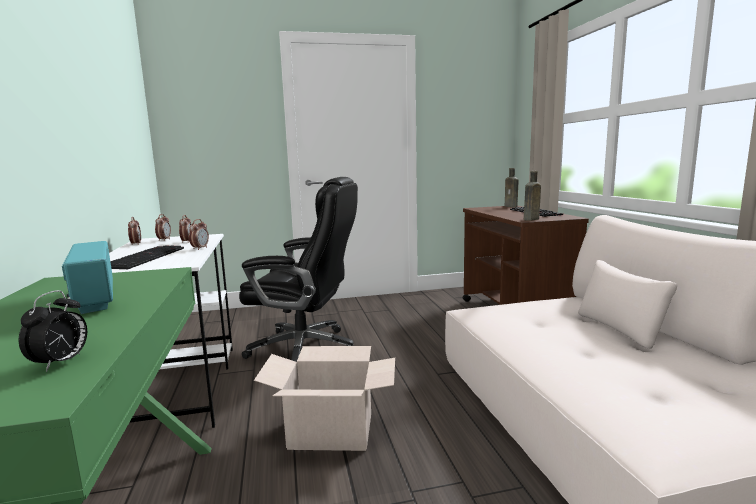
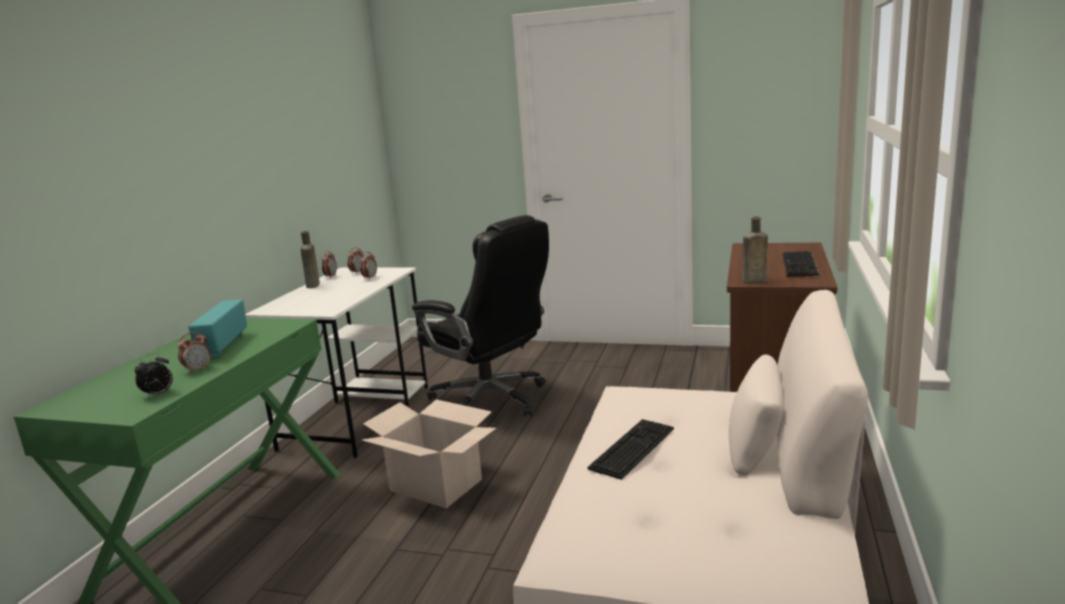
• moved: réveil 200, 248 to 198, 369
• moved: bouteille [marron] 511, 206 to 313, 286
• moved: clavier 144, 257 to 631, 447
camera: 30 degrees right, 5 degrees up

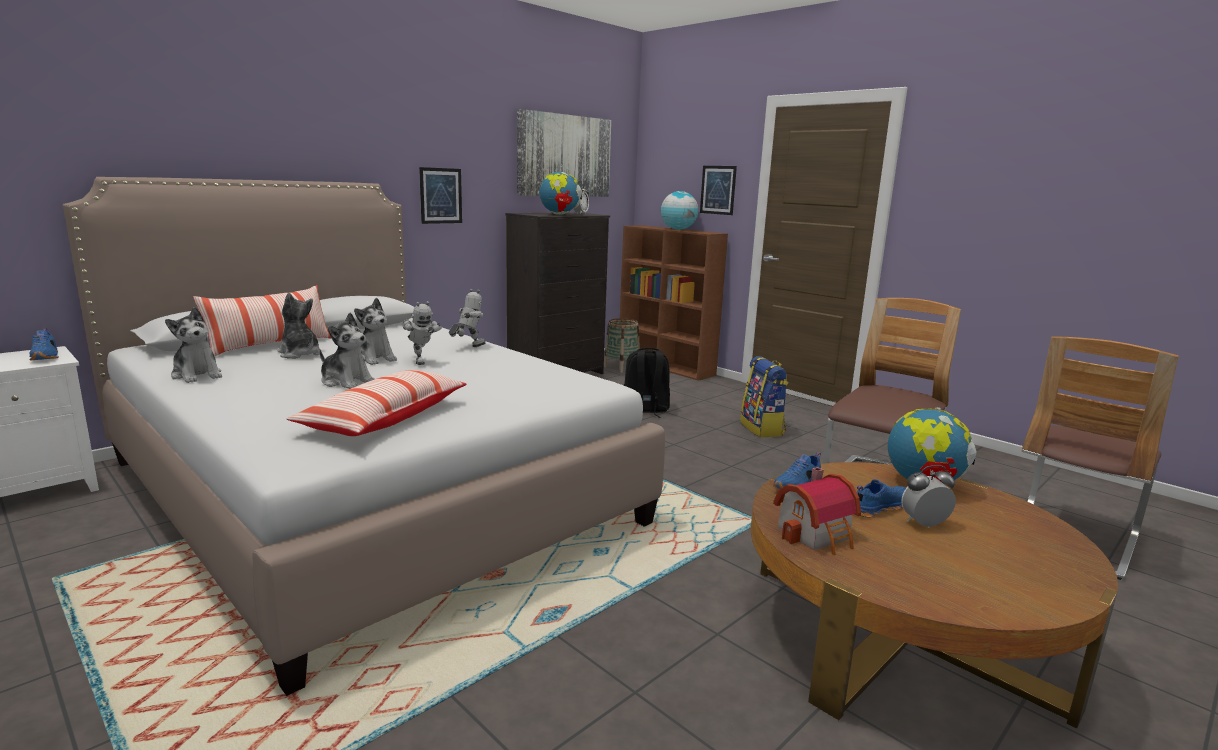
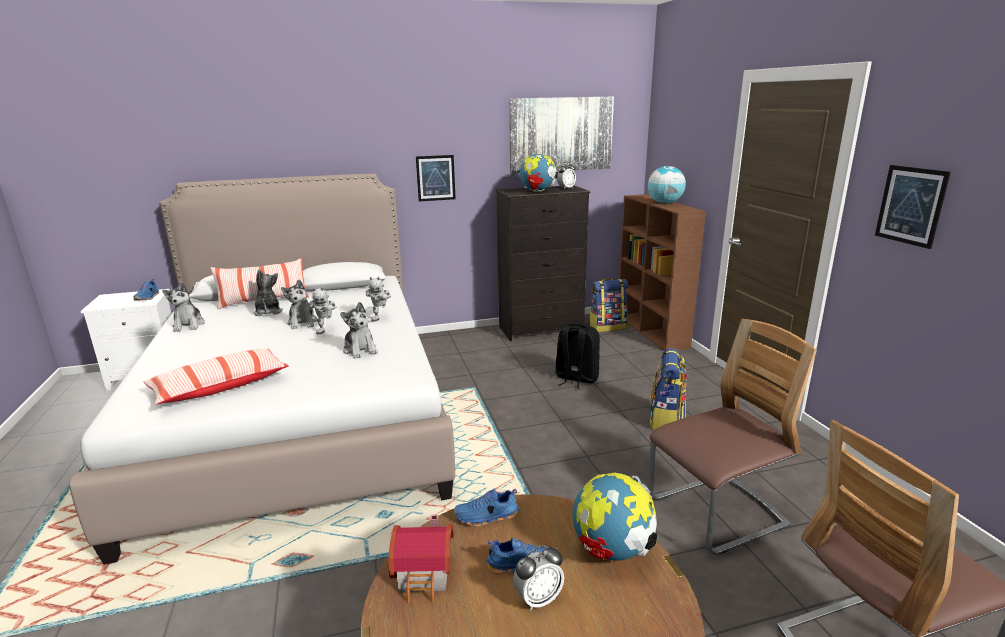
• moved: peluche 346, 381 to 360, 350
• turned: robot jouet 468, 347 = 380, 318 120 degrees clockwise
• turned: réveil 924, 524 = 538, 599 135 degrees clockwise
• replaced: panier 621, 367 to sac à dos 607, 327
• moved: tableau 718, 190 to 910, 205
camera: 30 degrees right, 5 degrees up

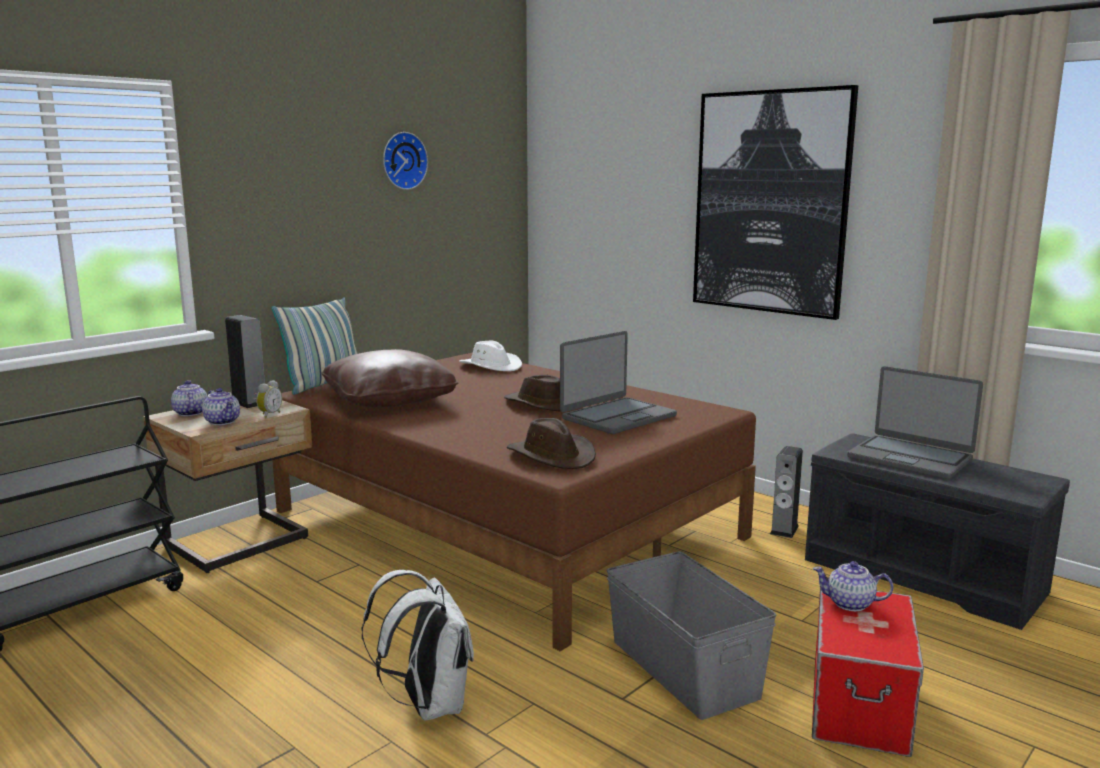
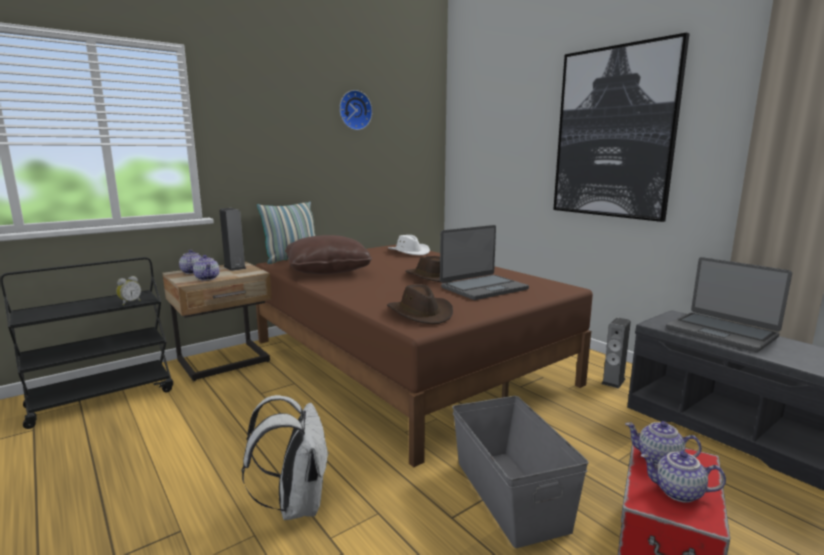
• moved: réveil 269, 415 to 130, 302
• added: théière 678, 492
camera: 10 degrees right, 0 degrees up

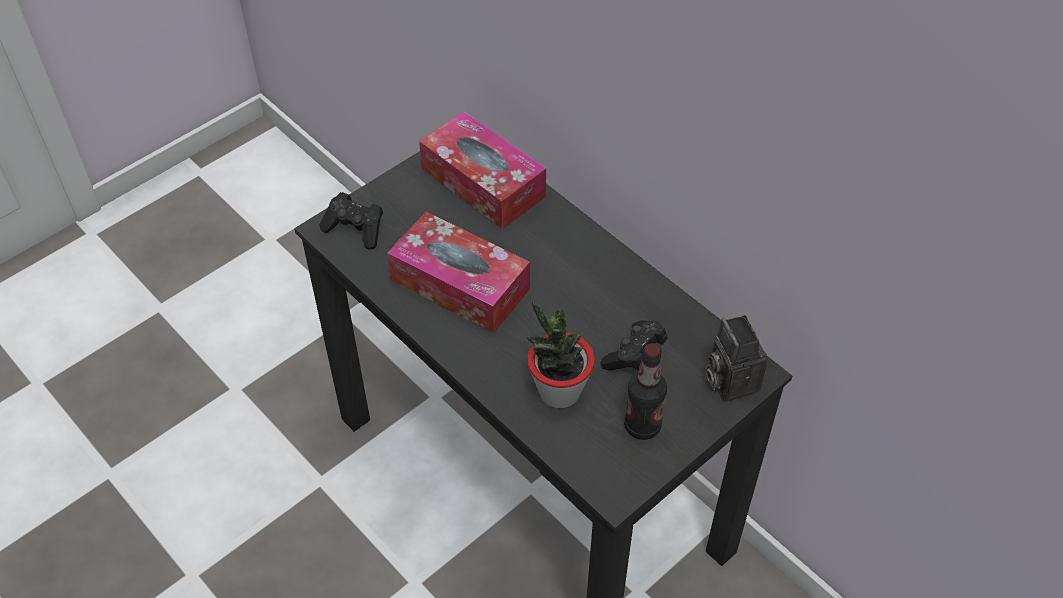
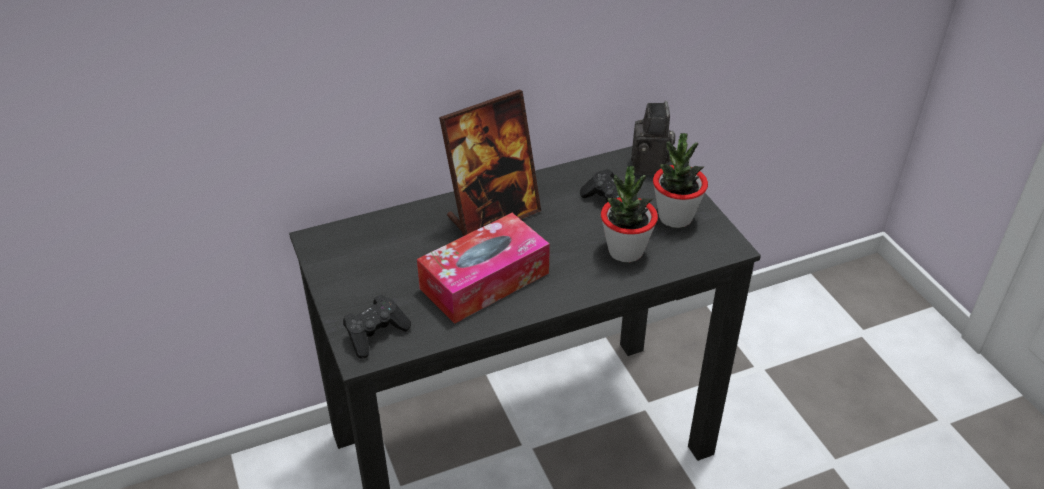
• added: cadre photo 493, 215
• turned: appareil photo 729, 380 = 651, 167 90 degrees counterclockwise
• replaced: bouteille 642, 426 to plante en pot 675, 217
• removed: boîte à mouchoirs 483, 183
camera: 70 degrees left, 10 degrees down

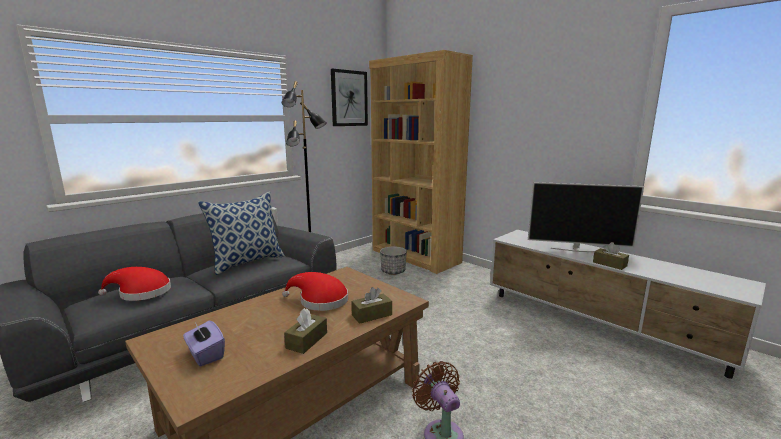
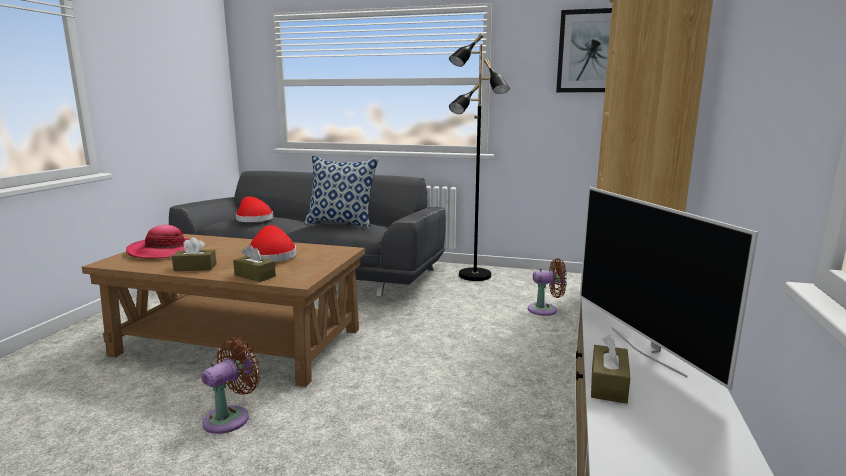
• replaced: boîte à mouchoirs [violet] 205, 355 to chapeau 164, 251
• replaced: cache-pot 393, 271 to ventilateur [marron] 546, 310
camera: 60 degrees right, 0 degrees up

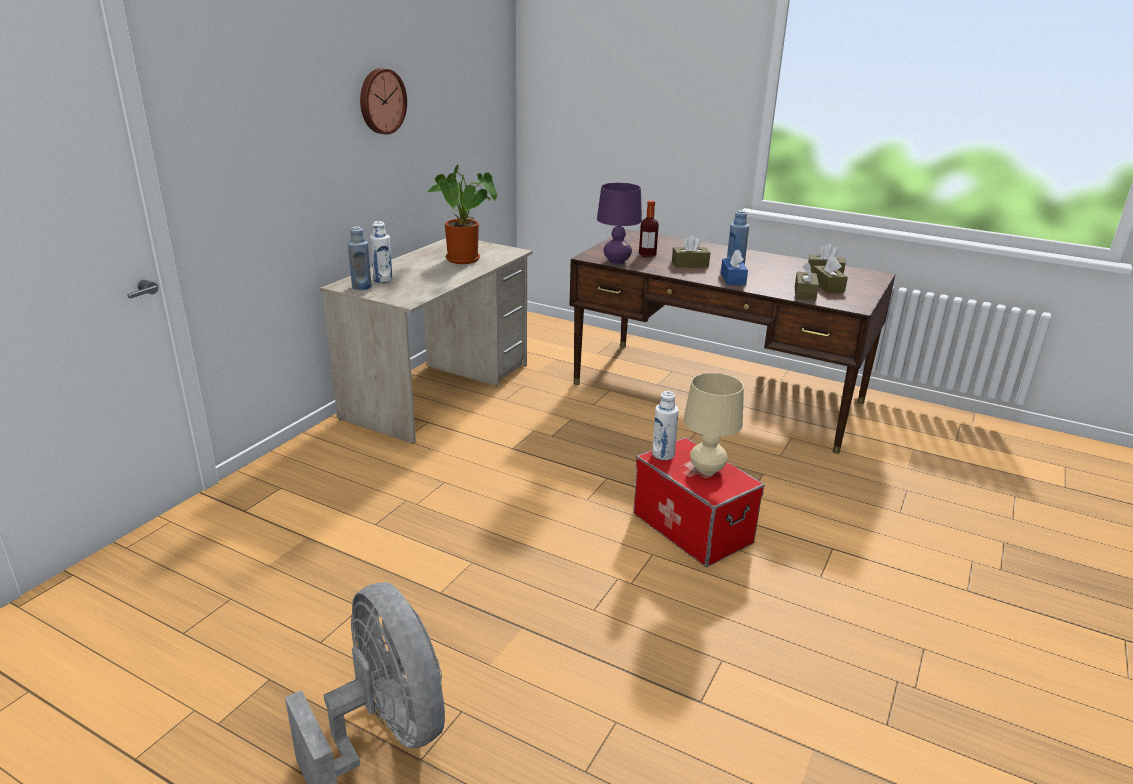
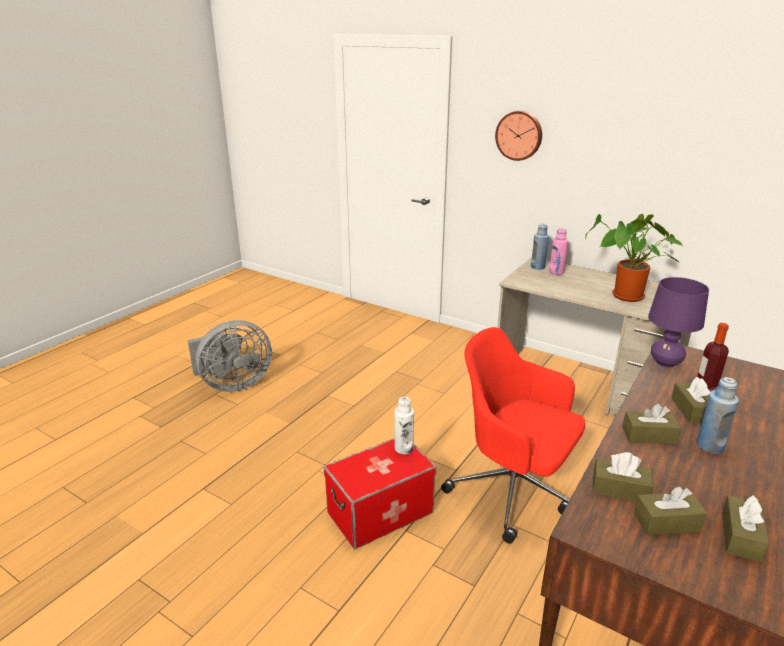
• added: chaise de bureau [rouge] 513, 491
• moved: horloge murale 381, 101 to 519, 135
• recoloured: bouteille [blanc] 383, 280 to bouteille [rose] 556, 272
• recoloured: boîte à mouchoirs [bleu] 733, 279 to boîte à mouchoirs [marron] 649, 435
• removed: lampe de table [beige] 707, 469
camera: 95 degrees right, 0 degrees up

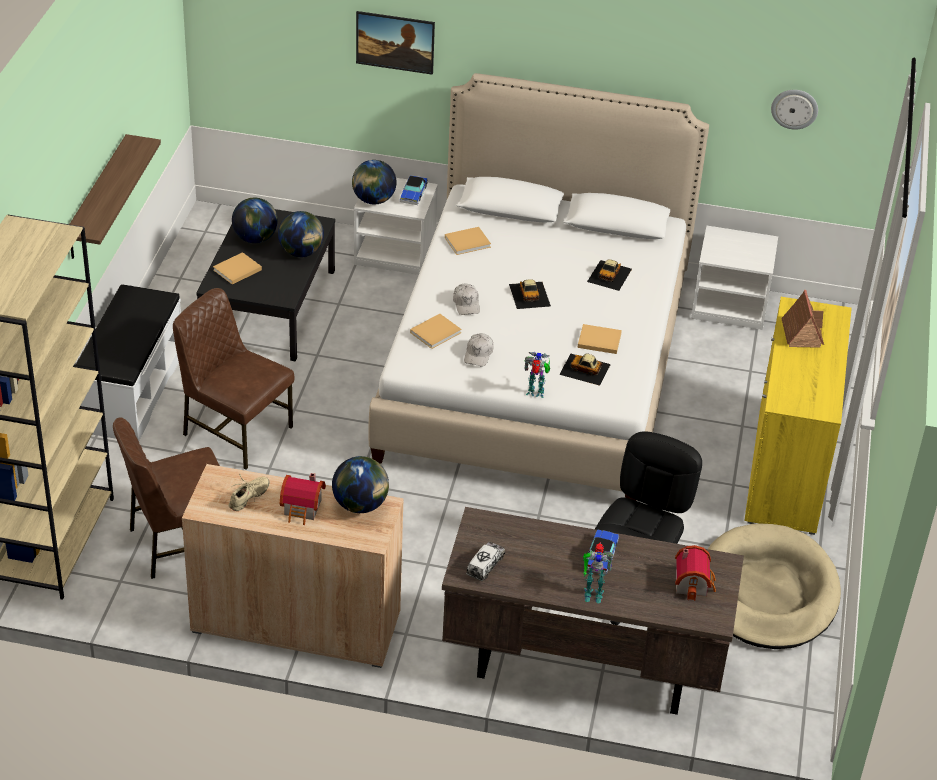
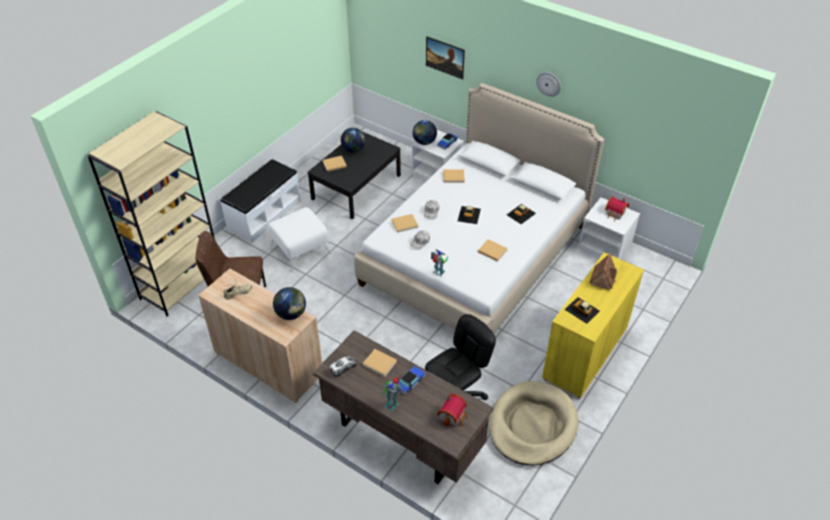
• replaced: chaise [marron] 235, 431 to pouf [blanc] 301, 249
• added: livre [beige] 380, 363
• moved: horloge murale 794, 108 to 549, 83
• moved: petite voiture 585, 369 to 582, 310
• moved: maison miniature 303, 509 to 615, 214
• removed: étagère 96, 198
• removed: globe 301, 252
camera: 25 degrees right, 5 degrees up

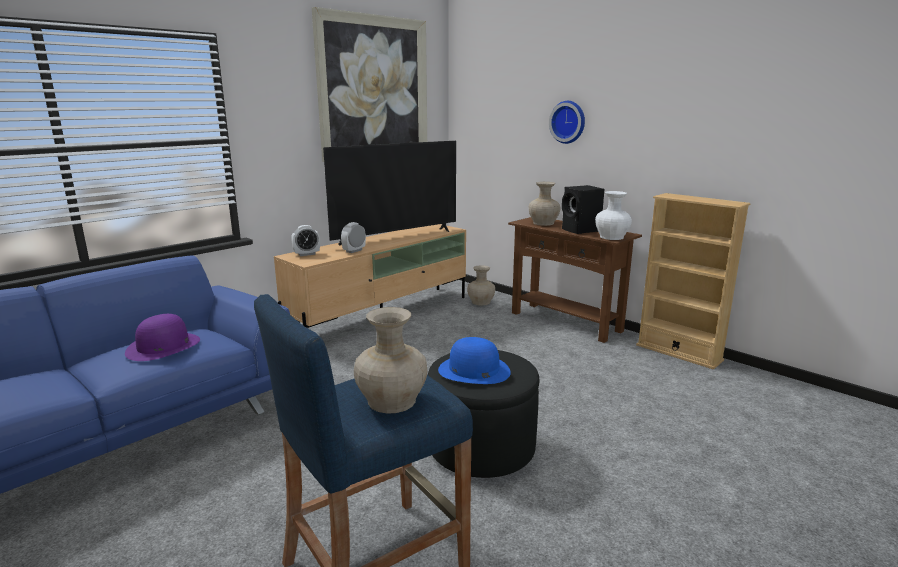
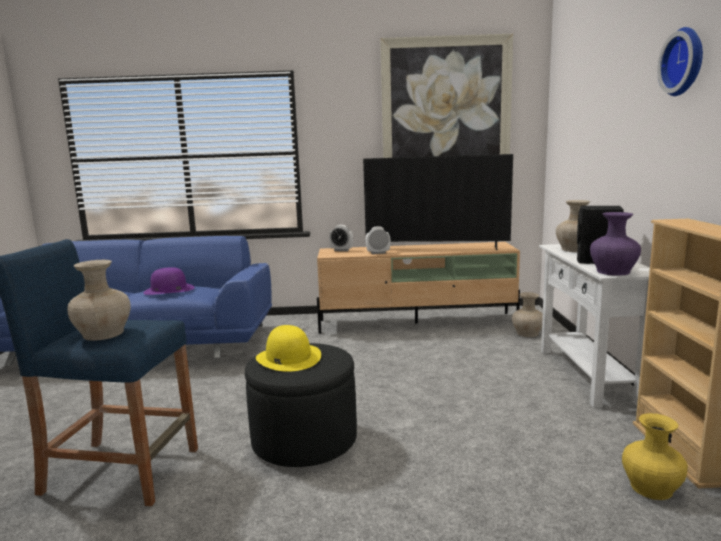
• recoloured: chapeau [bleu] 473, 370 to chapeau [jaune] 288, 358
• recoloured: table console [marron] 565, 322 to table console [blanc] 587, 375
• recoloured: vase [blanc] 612, 237 to vase [violet] 614, 272
• added: vase [jaune] 652, 488
• moved: horloge murale 568, 122 to 685, 62
camera: 45 degrees right, 5 degrees down

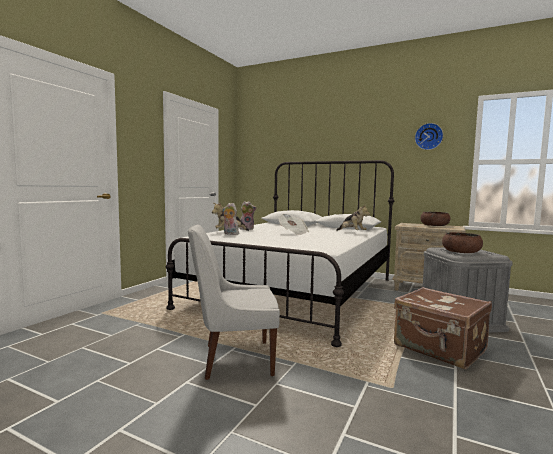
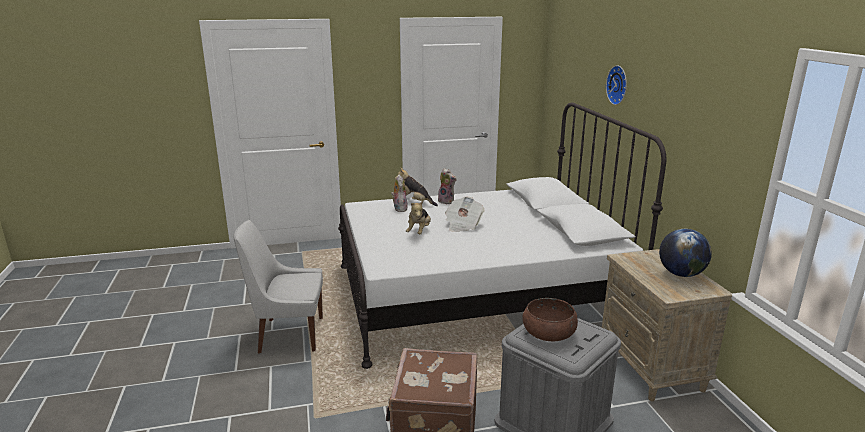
• turned: chaise [blanc] 234, 359 = 288, 335 45 degrees counterclockwise
• moved: peluche 352, 232 to 419, 232
• moved: horloge murale 428, 136 to 619, 85
• replaced: bol [marron] 434, 225 to globe 681, 274
camera: 50 degrees right, 15 degrees up

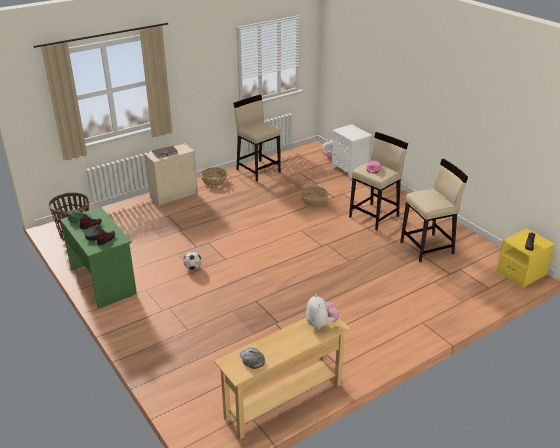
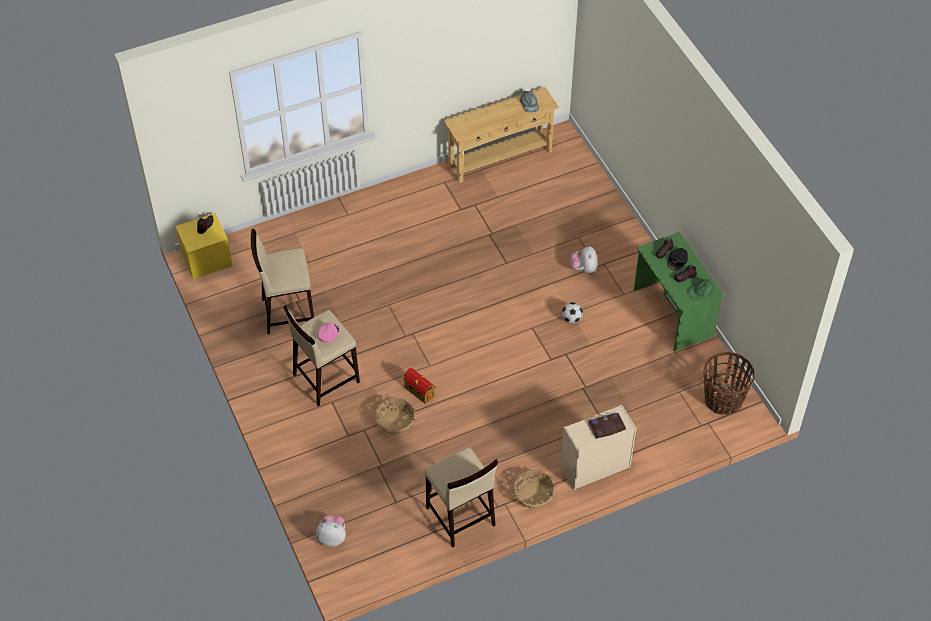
• added: maison miniature 419, 391
• moved: peluche 321, 324 to 583, 268
• removed: table de chevet [blanc] 350, 170
camera: 170 degrees left, 20 degrees up

